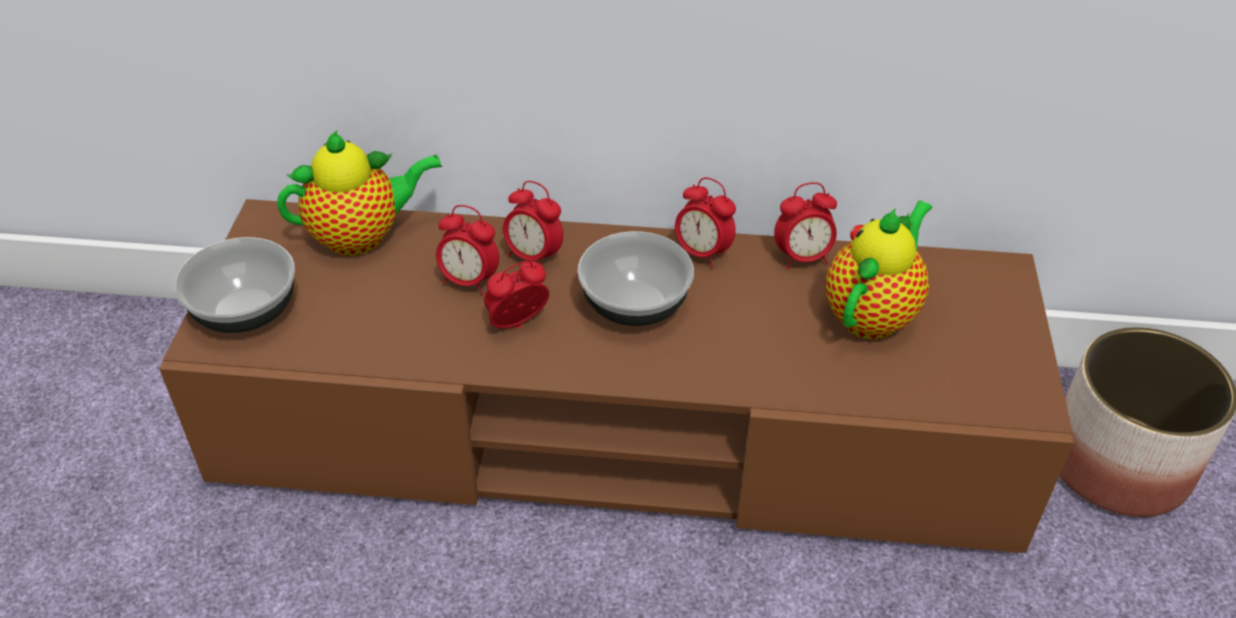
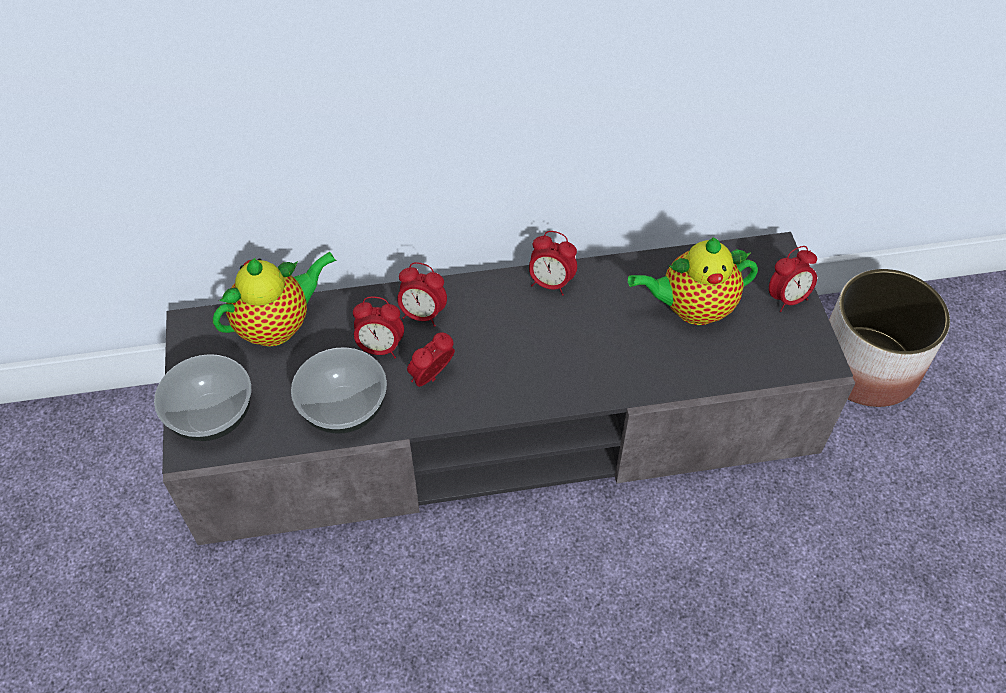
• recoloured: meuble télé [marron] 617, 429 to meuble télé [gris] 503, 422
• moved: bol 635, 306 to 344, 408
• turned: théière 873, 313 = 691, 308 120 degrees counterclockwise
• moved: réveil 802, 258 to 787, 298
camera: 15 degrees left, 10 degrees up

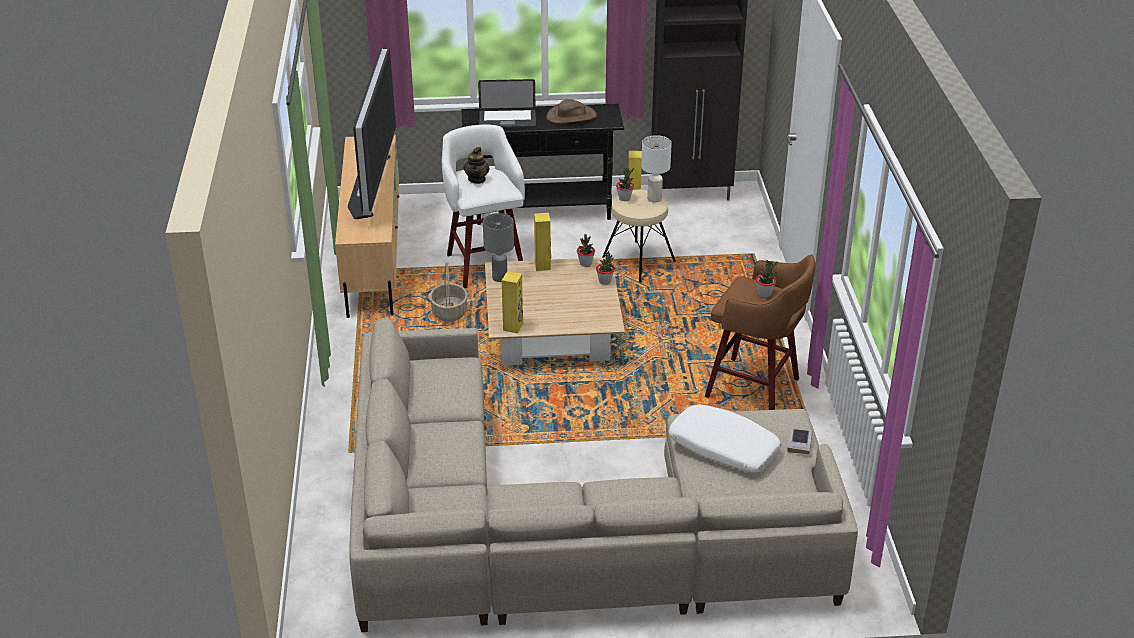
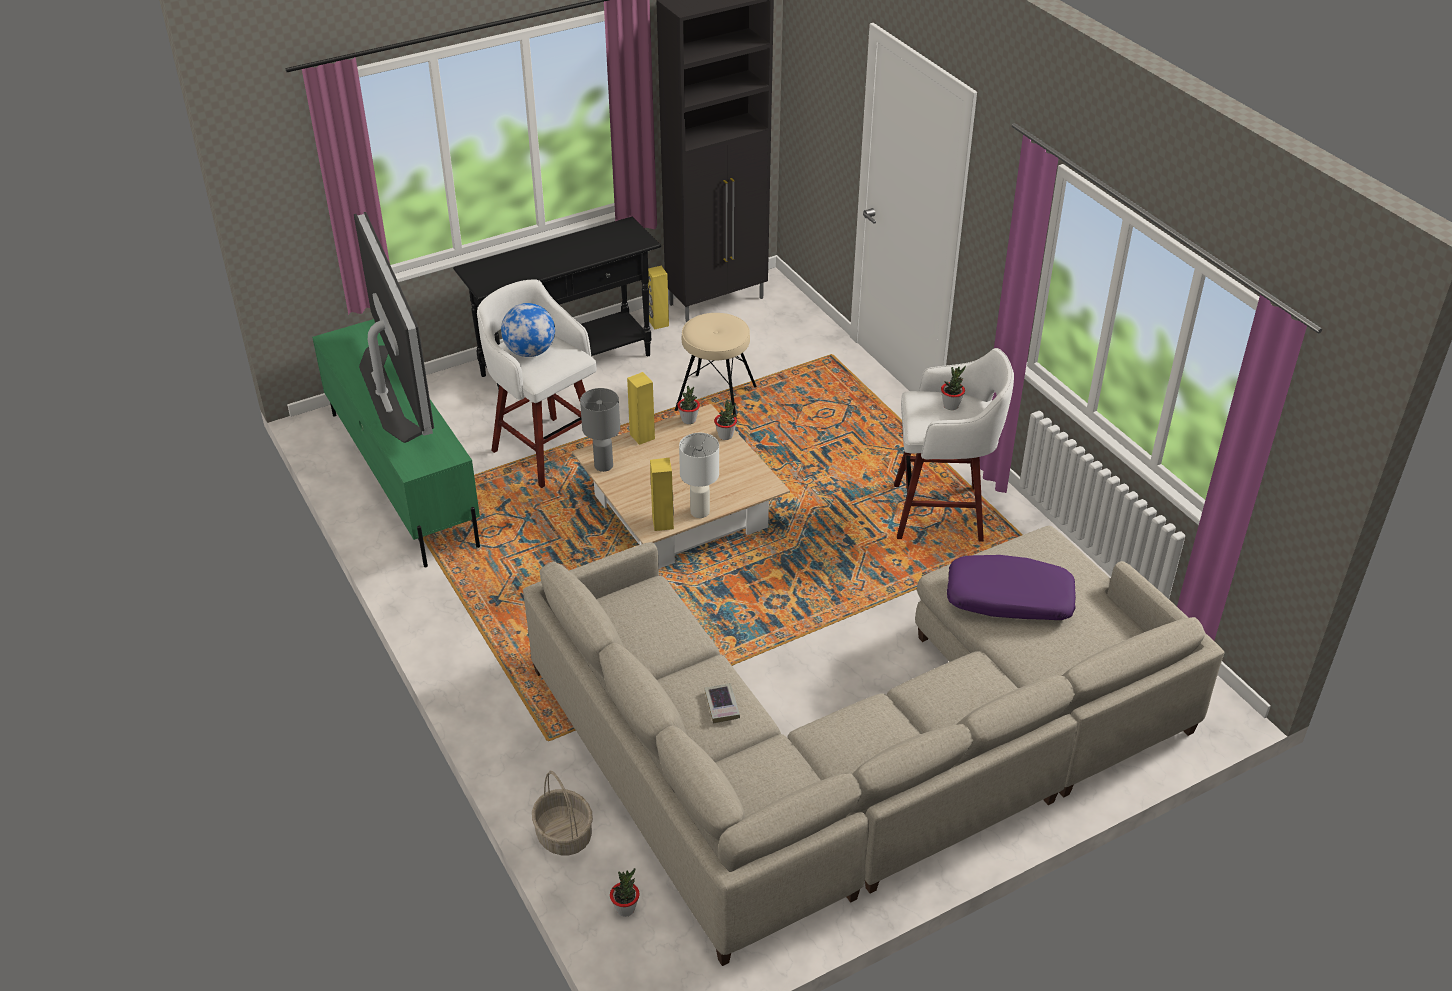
• recoloured: meuble télé [beige] 374, 255 to meuble télé [vert] 402, 476
• replaced: théière 477, 179 to globe 530, 352
• moved: panier 449, 312 to 563, 835
• moved: plante en pot 624, 198 to 625, 908
• moved: lampe de table [blanc] 655, 198 to 700, 511
• moved: livre 800, 443 to 722, 705
• recoloured: tabouret [marron] 755, 389 to tabouret [blanc] 942, 513
• recoloured: coussin [blanc] 723, 448 to coussin [violet] 1008, 600
• removed: ordinateur portable 507, 120
• removed: chapeau [marron] 571, 116
camera: 25 degrees left, 5 degrees up

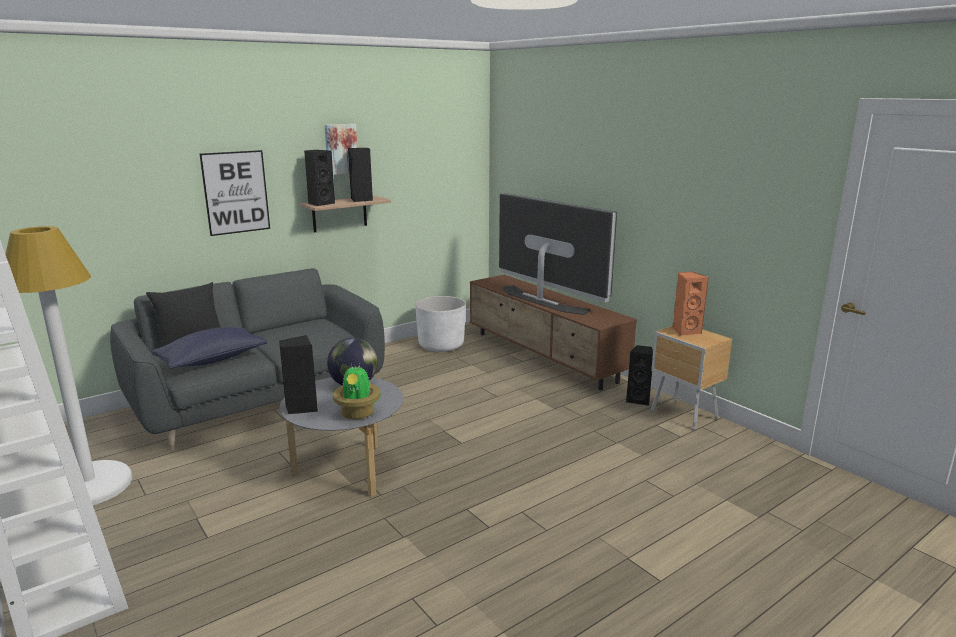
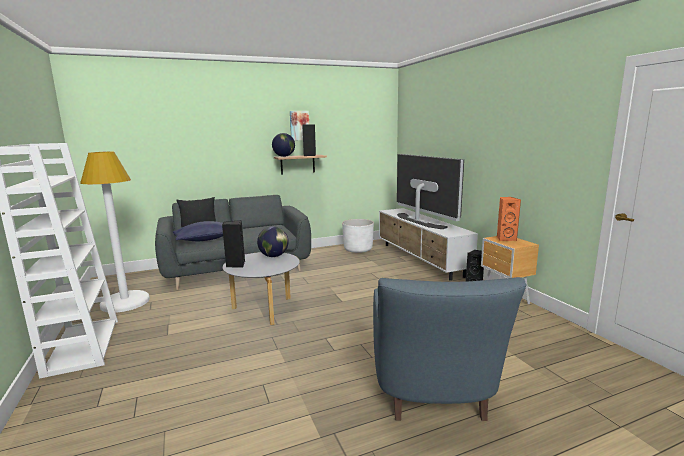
• replaced: enceinte [noir] 320, 203 to globe 284, 156
• added: fauteuil [bleu] 433, 395
• recoloured: meuble télé [marron] 543, 357 to meuble télé [blanc] 420, 259
• removed: tableau 236, 192
• removed: plante en pot 357, 414
camera: 15 degrees right, 5 degrees down

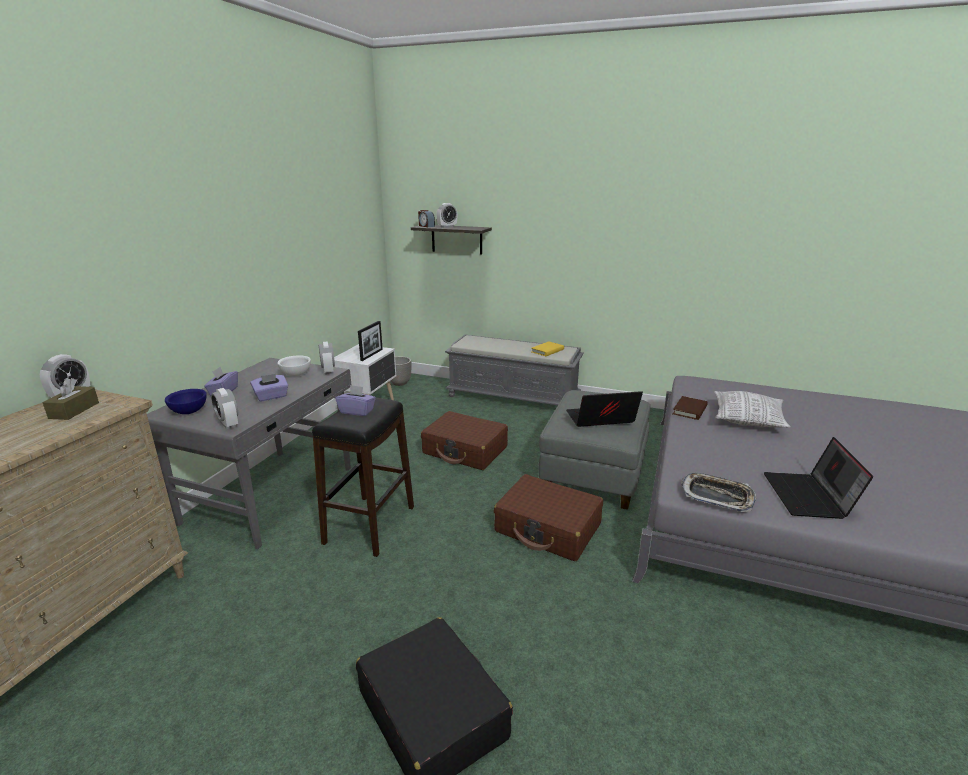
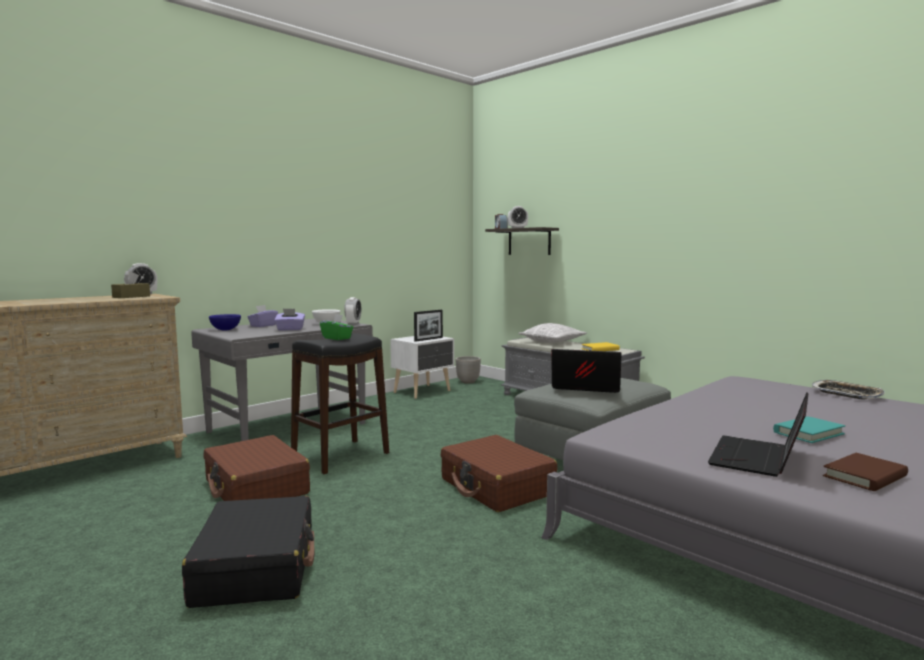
• moved: valise [marron] 465, 450 to 256, 487
• recoloured: boîte à mouchoirs [violet] 357, 411 to boîte à mouchoirs [vert] 337, 338
• moved: coussin 747, 419 to 552, 342
• added: livre [turquoise] 808, 433
• moved: plateau 717, 496 to 846, 394
• moved: livre [marron] 690, 410 to 865, 476
• removed: réveil 228, 424
camera: 25 degrees right, 15 degrees down

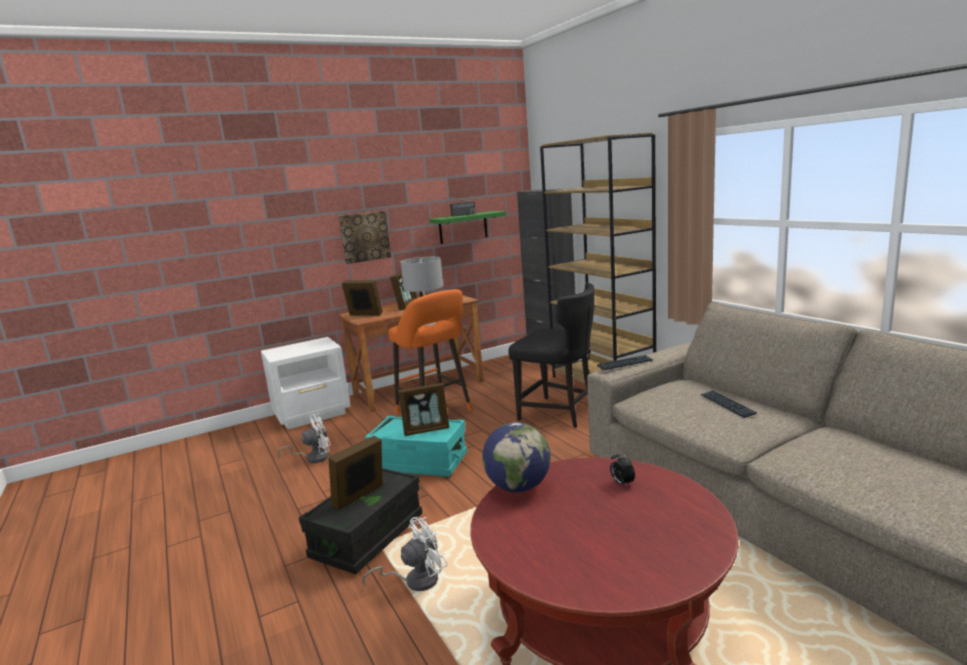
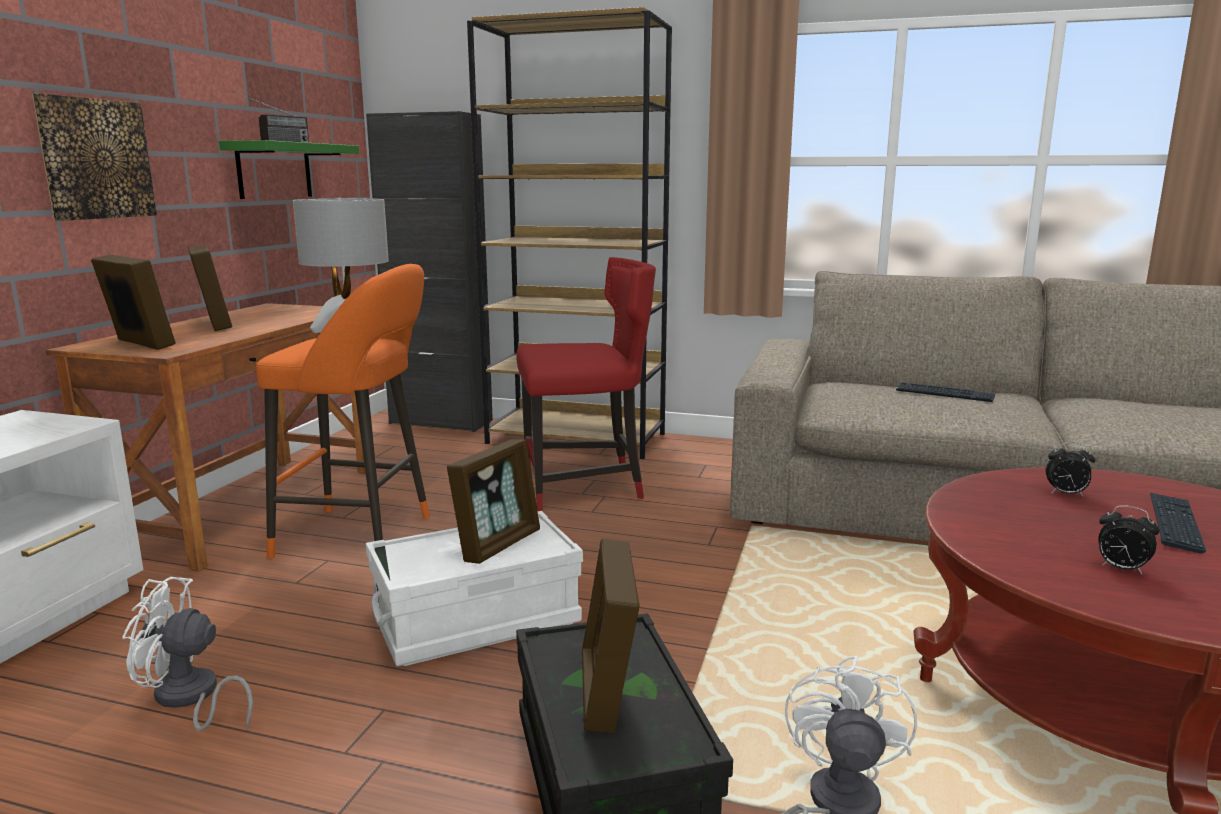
• turned: cadre photo 364, 315 = 139, 344 60 degrees clockwise
• turned: ventilateur [blanc] 313, 457 = 189, 699 105 degrees counterclockwise
• recoloured: boîte de rangement [turquoise] 419, 462 to boîte de rangement [blanc] 476, 621
• recoloured: chaise [noir] 559, 413 to chaise [rouge] 585, 487
• added: réveil 1121, 569
• moved: clavier 625, 363 to 1174, 523
• removed: globe 518, 487
camera: 45 degrees left, 0 degrees up

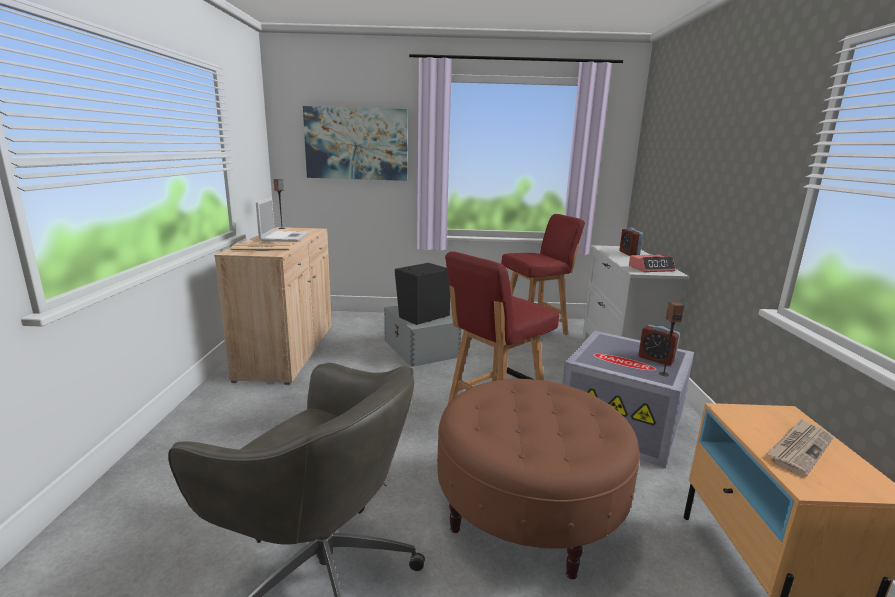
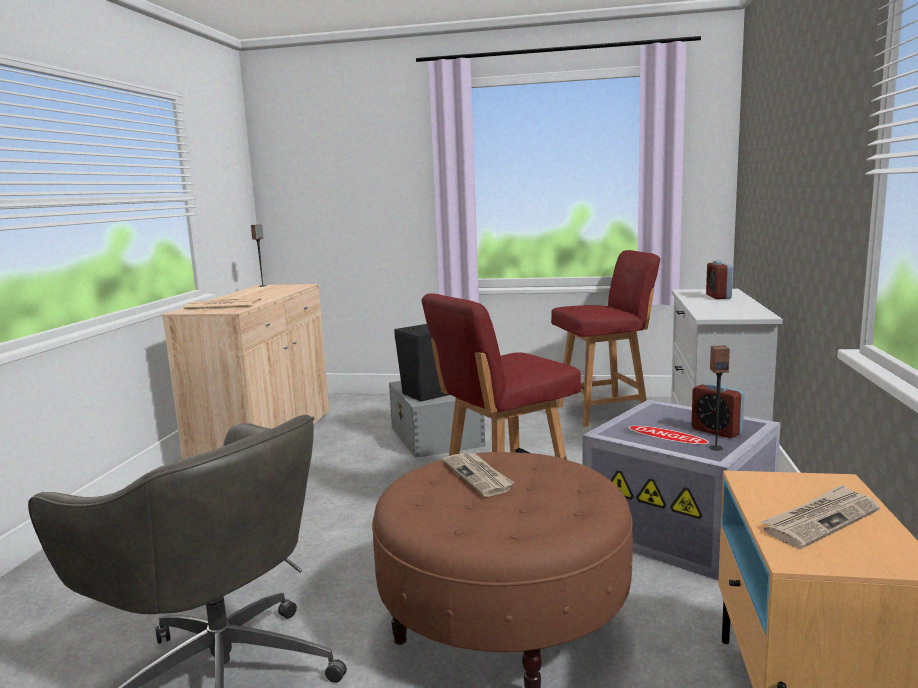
• added: journal 479, 476
• removed: ordinateur portable 284, 237
• removed: tableau 356, 144
• removed: réveil 651, 269
camera: 10 degrees right, 5 degrees down

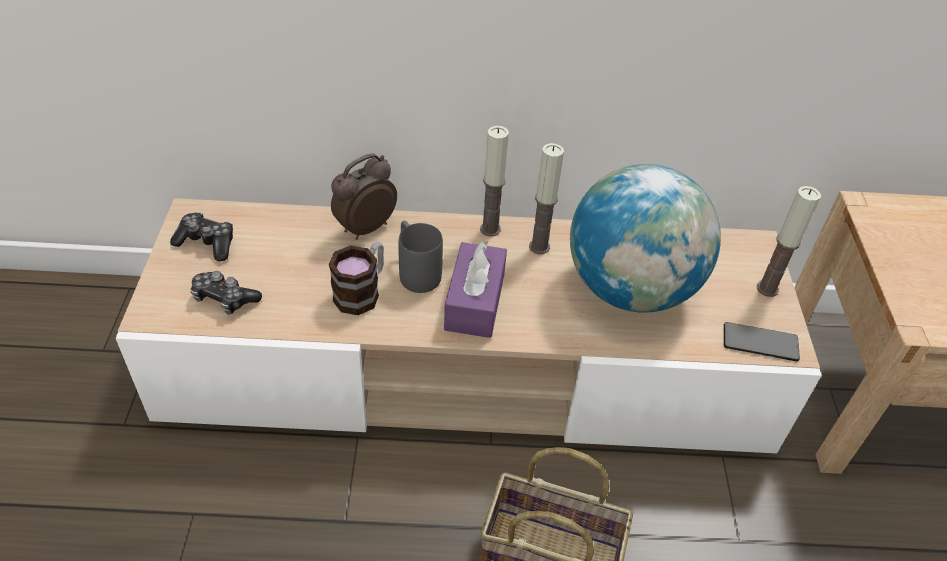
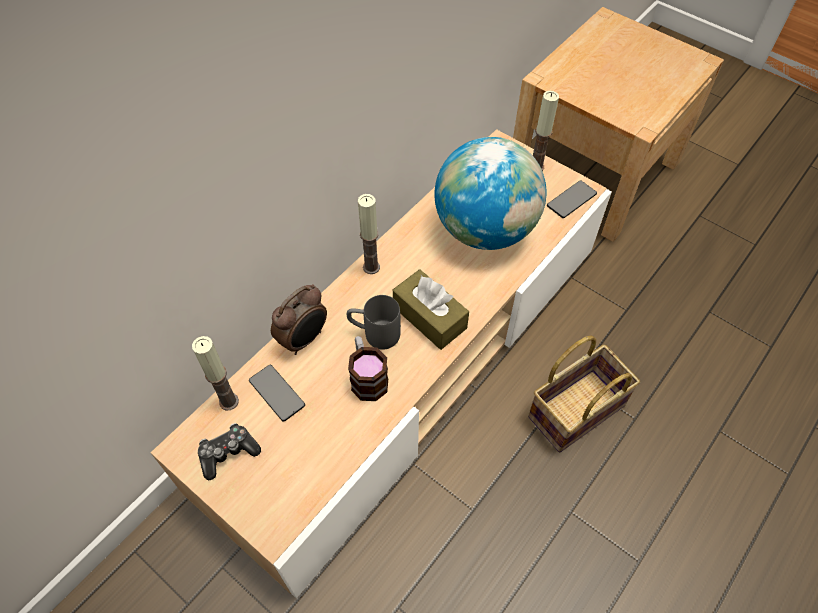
• moved: bougie 539, 247 to 229, 401
• added: téléphone 277, 393
• turned: réveil 364, 227 = 304, 339 135 degrees counterclockwise
• recoloured: boîte à mouchoirs [violet] 475, 302 to boîte à mouchoirs [marron] 429, 317
• removed: manette 224, 299
camera: 50 degrees left, 10 degrees up

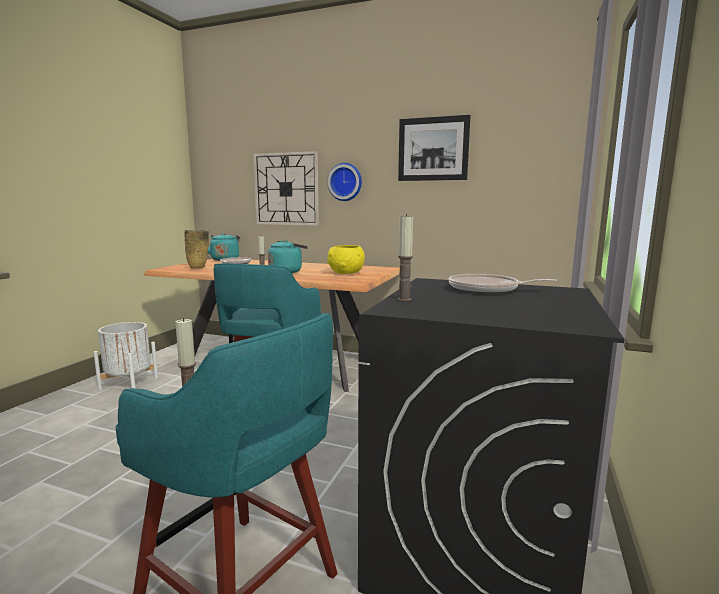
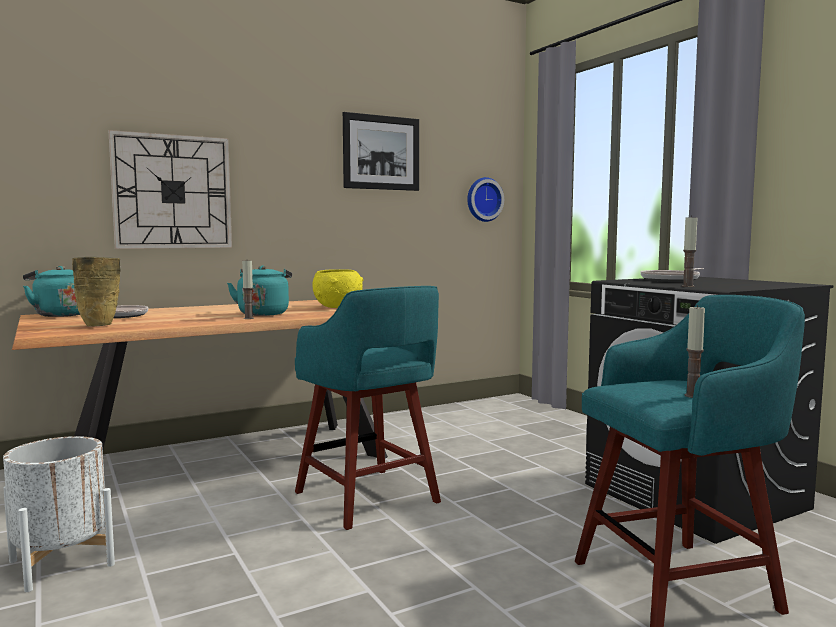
• moved: horloge murale 345, 182 to 483, 199
camera: 50 degrees left, 5 degrees down

